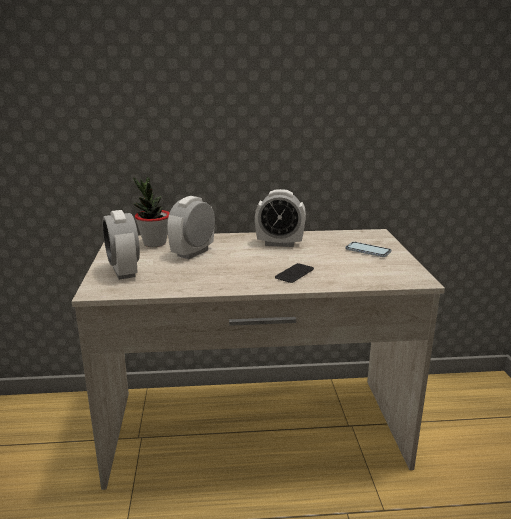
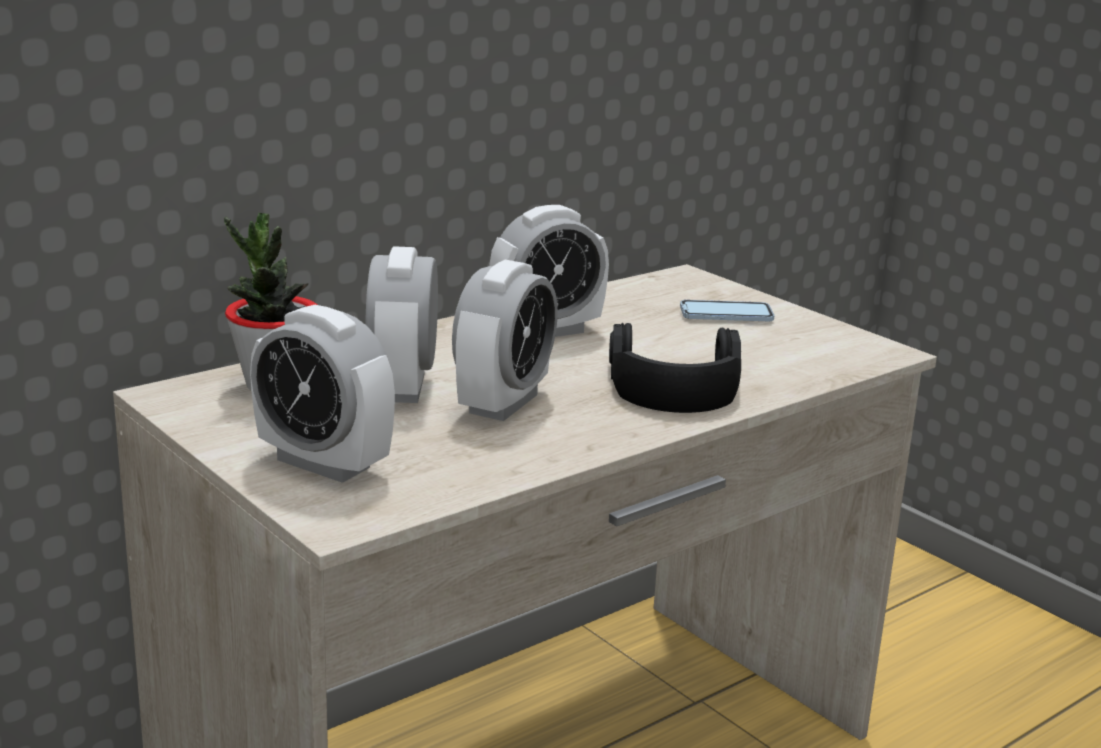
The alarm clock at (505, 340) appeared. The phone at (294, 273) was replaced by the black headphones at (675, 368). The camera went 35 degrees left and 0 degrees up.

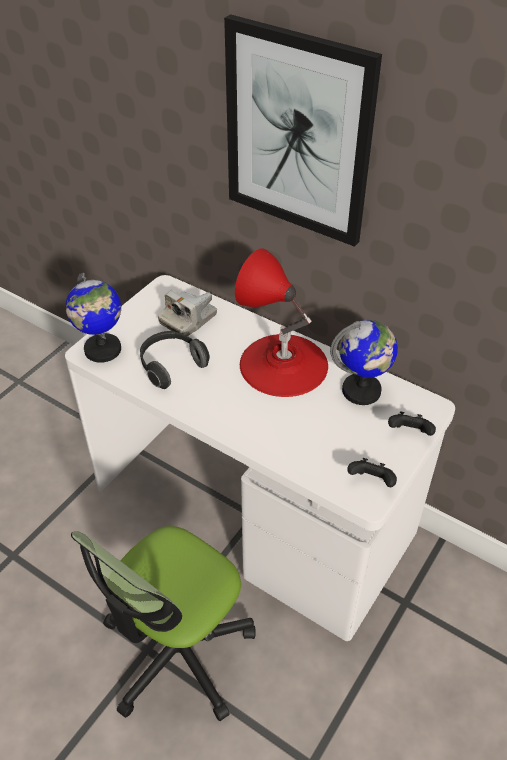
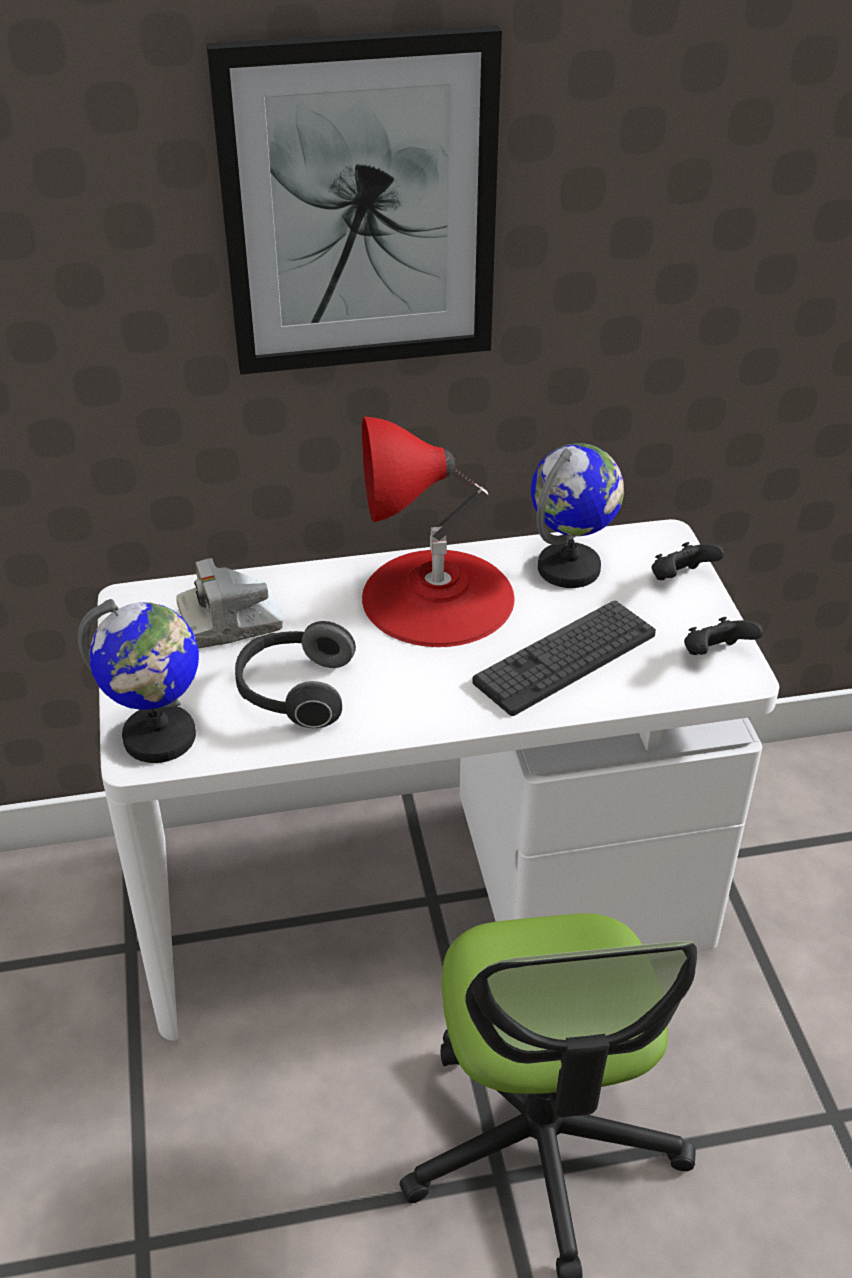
The keyboard at (564, 658) appeared. The photo camera at (187, 313) turned 75 degrees clockwise. The camera went 45 degrees left and 5 degrees down.

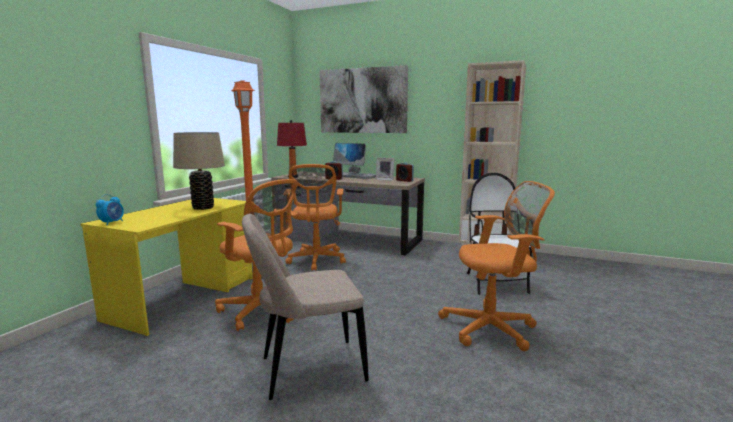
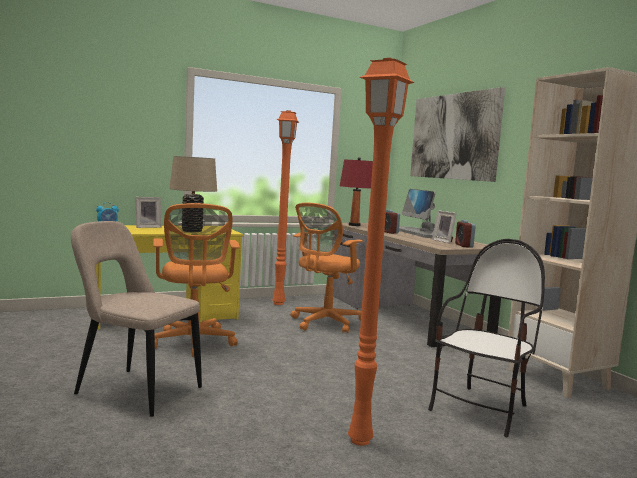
The picture frame at (148, 212) appeared. The orange office chair at (496, 266) was replaced by the orange floor lamp at (381, 252). The camera went 40 degrees right and 5 degrees down.

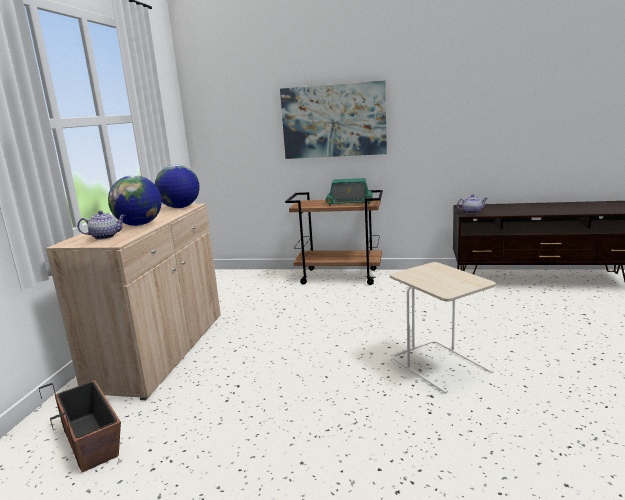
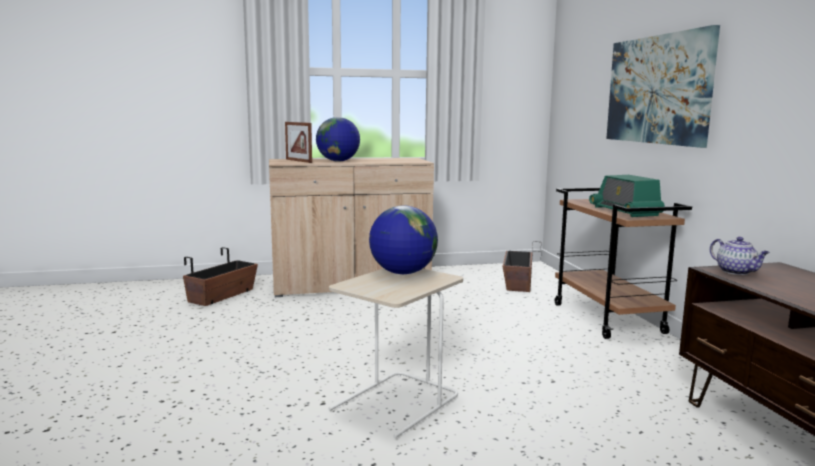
The planter at (522, 266) appeared. The globe moved from (177, 186) to (403, 239). The teapot at (101, 225) was replaced by the picture frame at (298, 142). The camera went 65 degrees right and 5 degrees down.

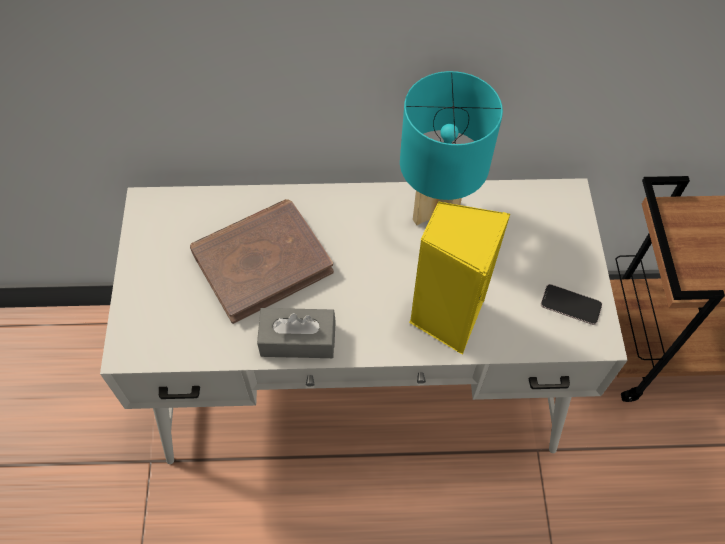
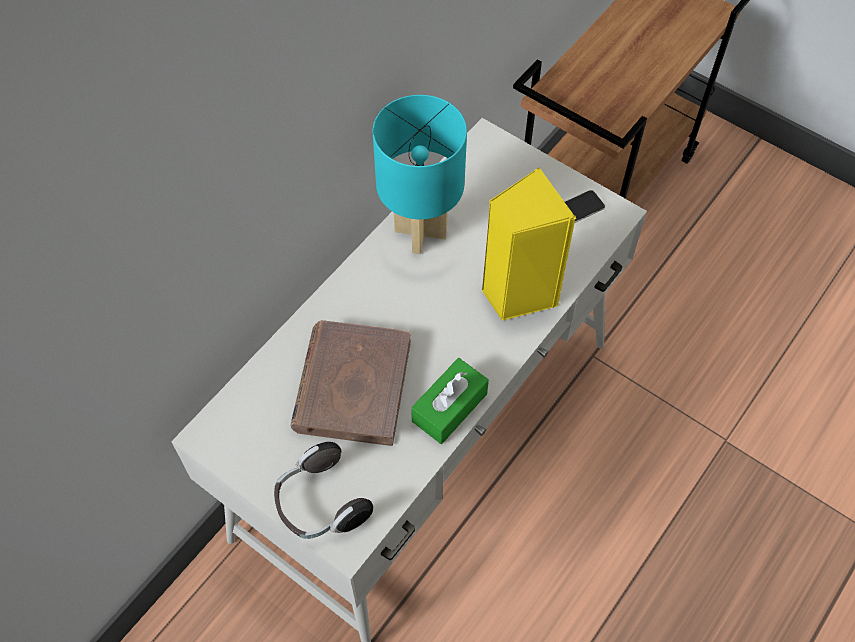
The headphones at (323, 490) appeared. The grey tissue box at (296, 333) became the green tissue box at (450, 401). The camera went 50 degrees left and 0 degrees up.

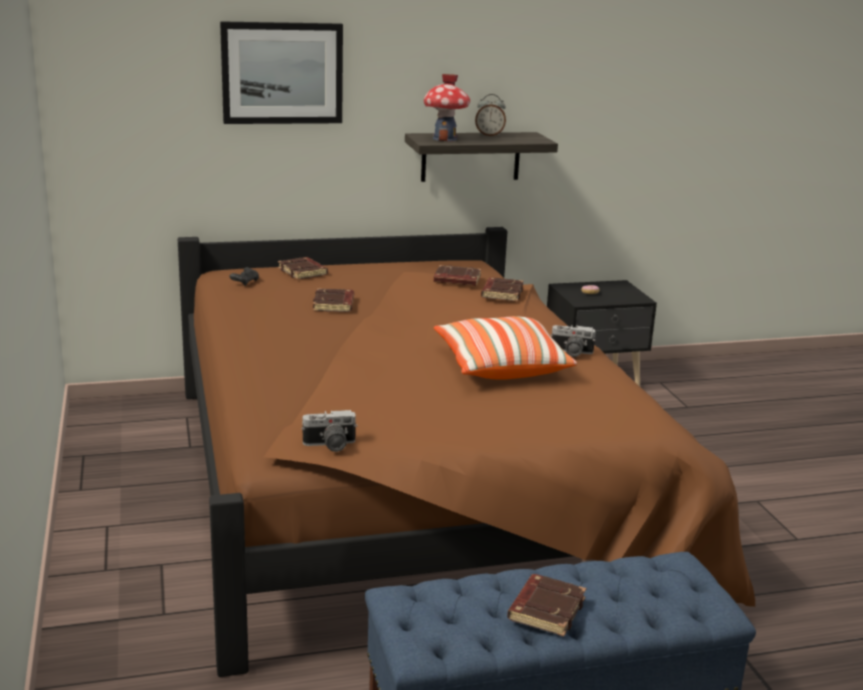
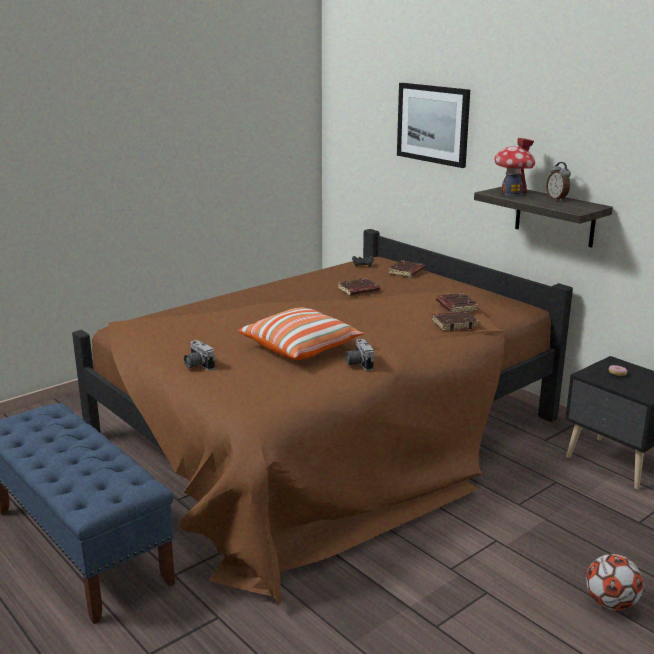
The brown book at (546, 605) disappeared. The football at (614, 582) appeared. The photo camera moved from (329, 431) to (199, 355). The camera went 65 degrees right and 0 degrees up.

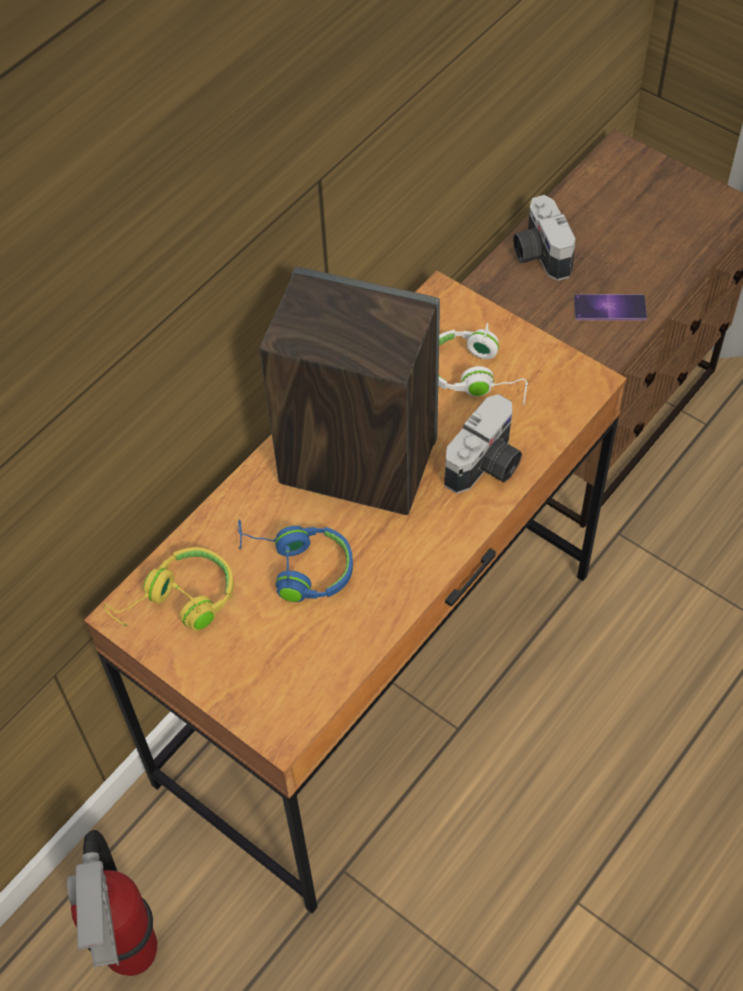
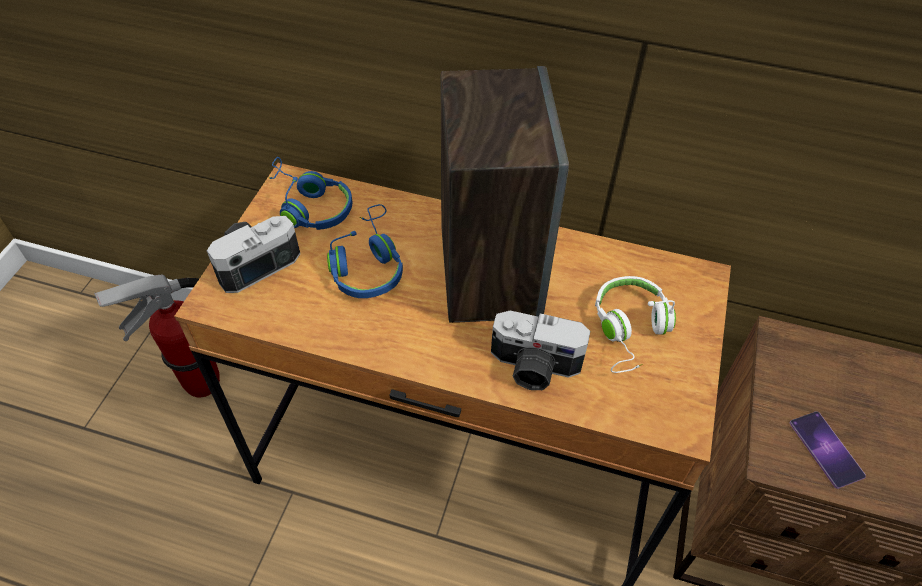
The photo camera moved from (544, 238) to (253, 254). The yellow headphones at (168, 589) became the blue headphones at (310, 193). The camera went 65 degrees right and 5 degrees down.

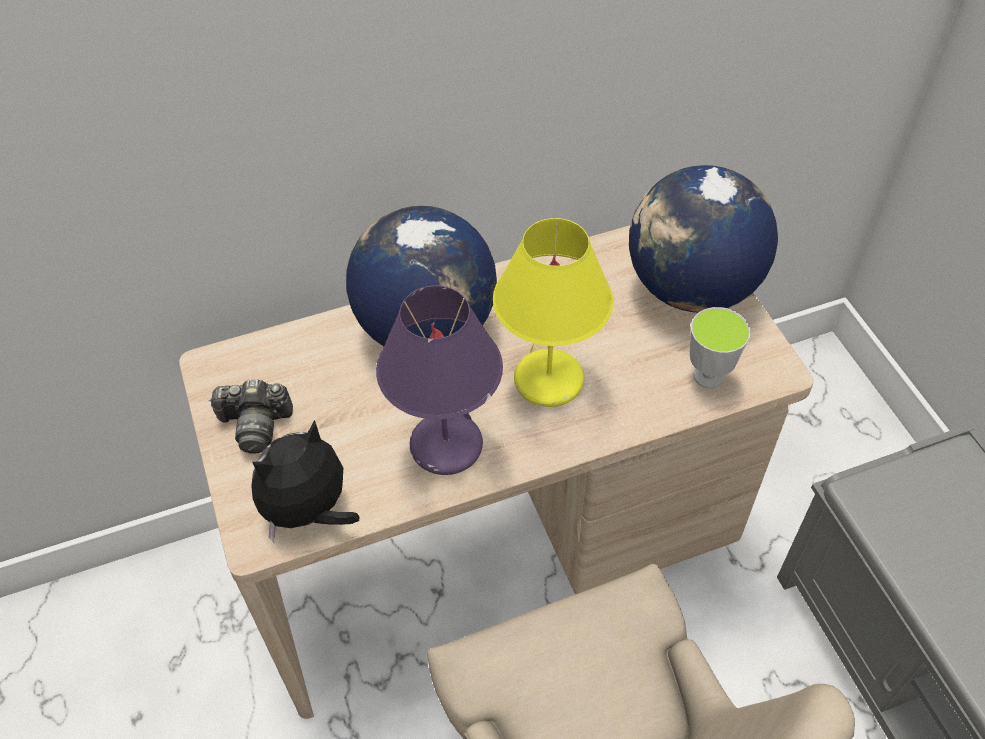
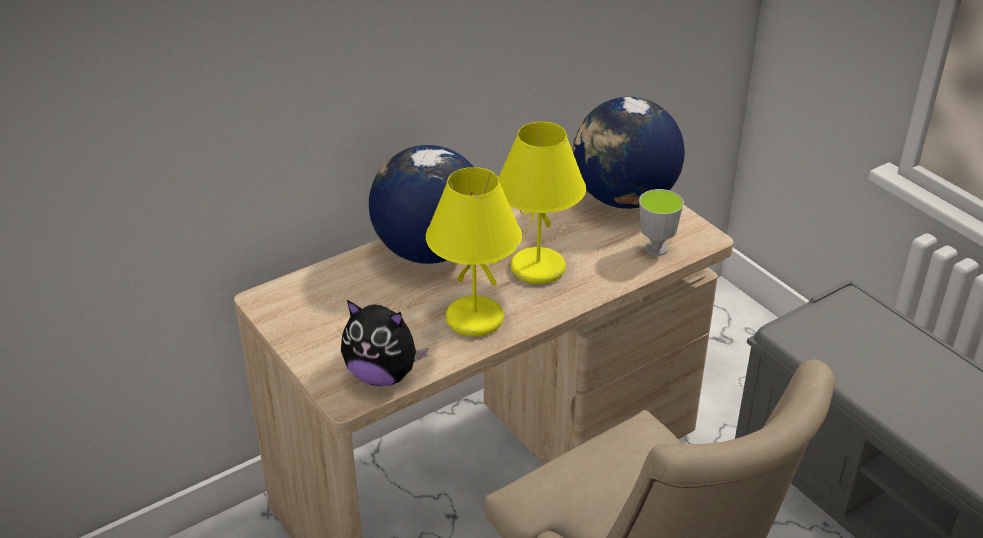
The photo camera at (250, 416) disappeared. The purple table lamp at (439, 380) became the yellow table lamp at (474, 251). The plush toy at (305, 481) turned 105 degrees counterclockwise. The camera went 15 degrees left and 15 degrees down.

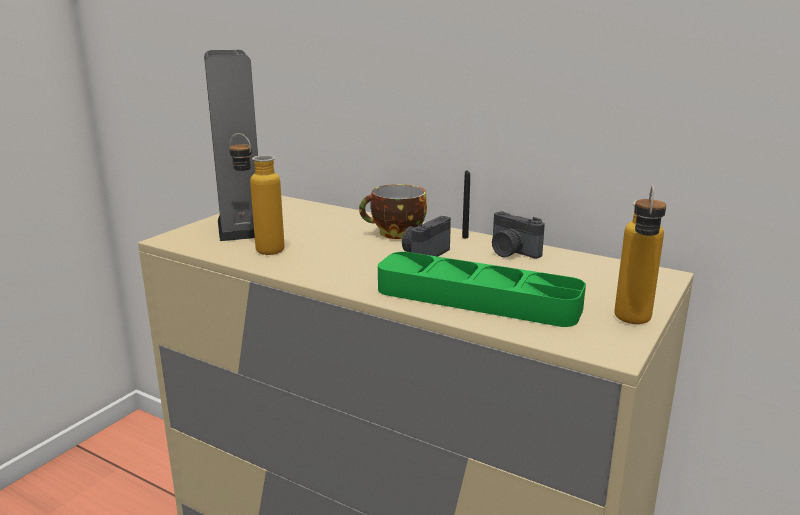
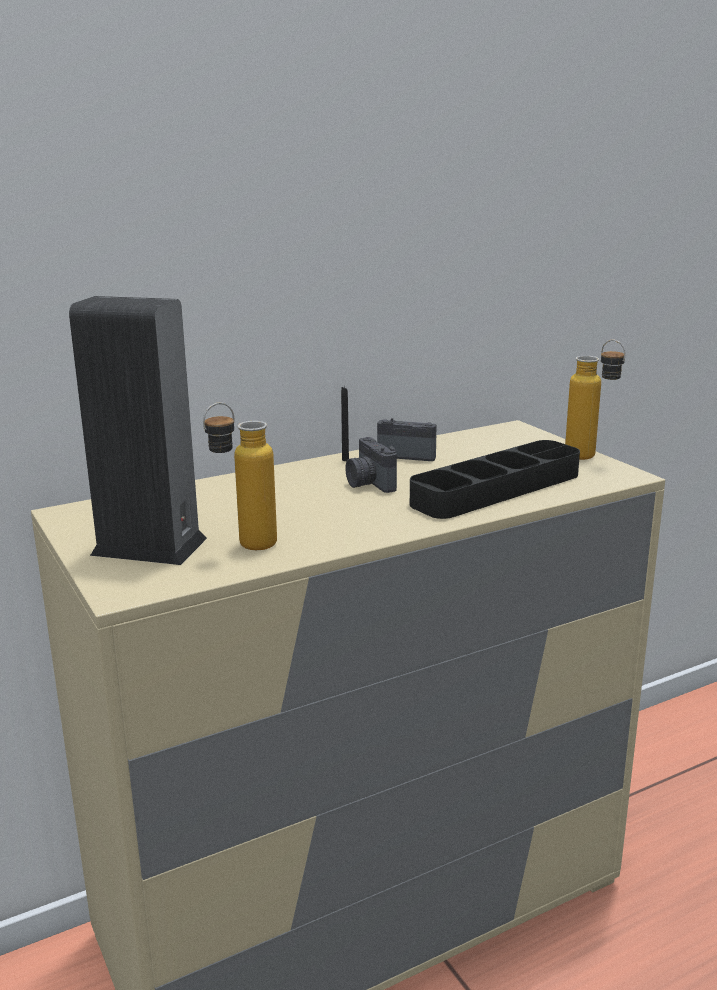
The cup at (393, 211) disappeared. The green tray at (482, 289) became the black tray at (495, 479). The photo camera at (518, 234) turned 150 degrees counterclockwise. The camera went 60 degrees left and 0 degrees up.

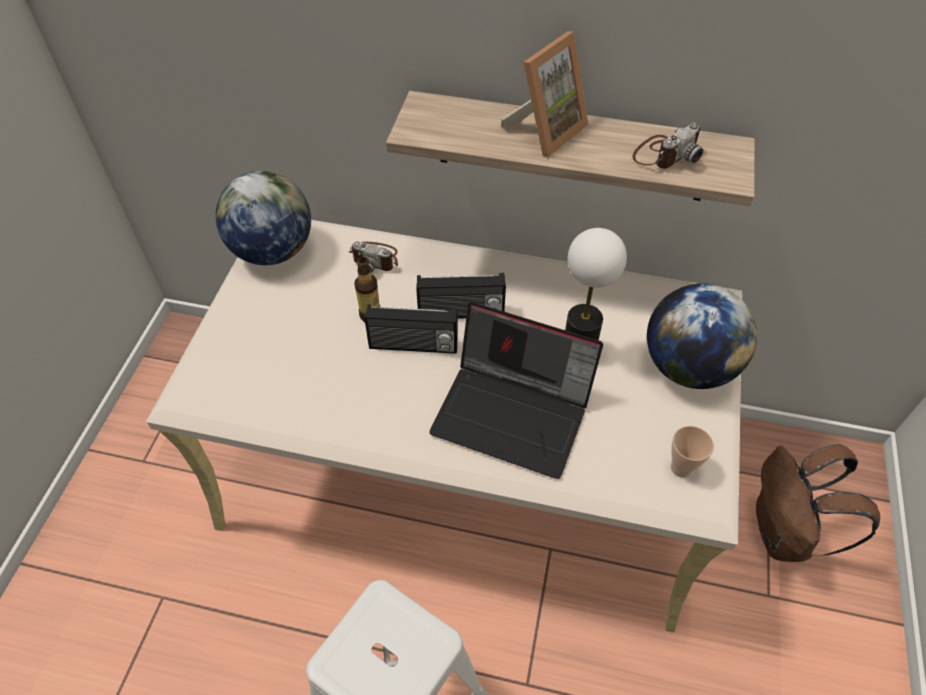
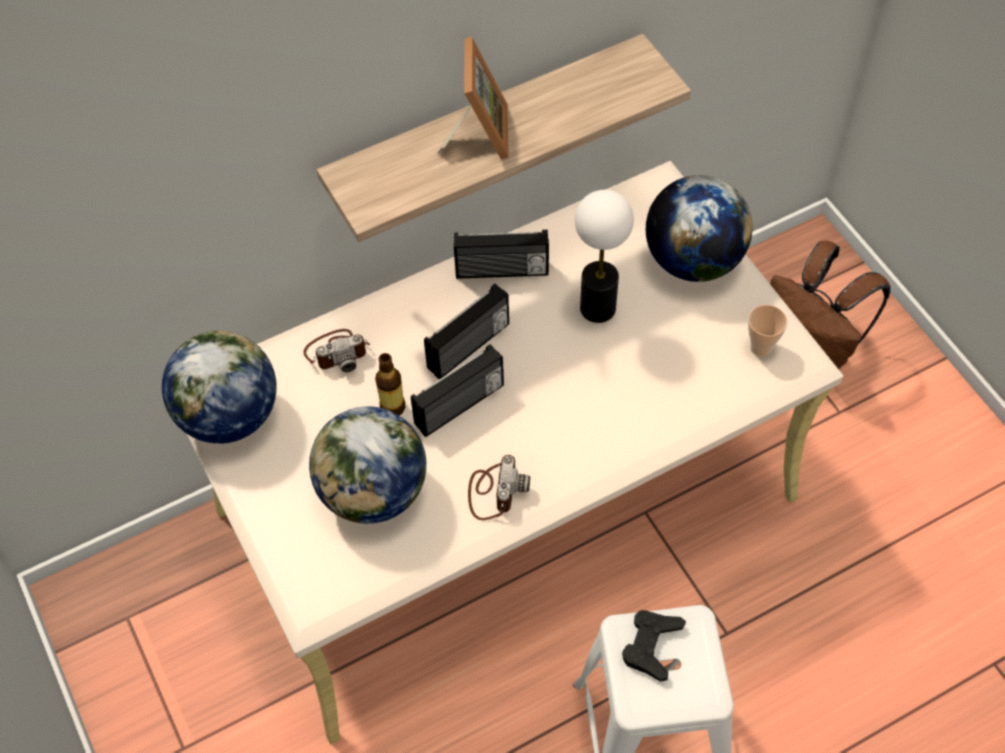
The laptop at (516, 390) disappeared. The globe at (367, 465) appeared. The radio at (501, 254) appeared. The black game controller at (654, 646) appeared. The photo camera moved from (668, 146) to (499, 487). The camera went 40 degrees left and 5 degrees up.

